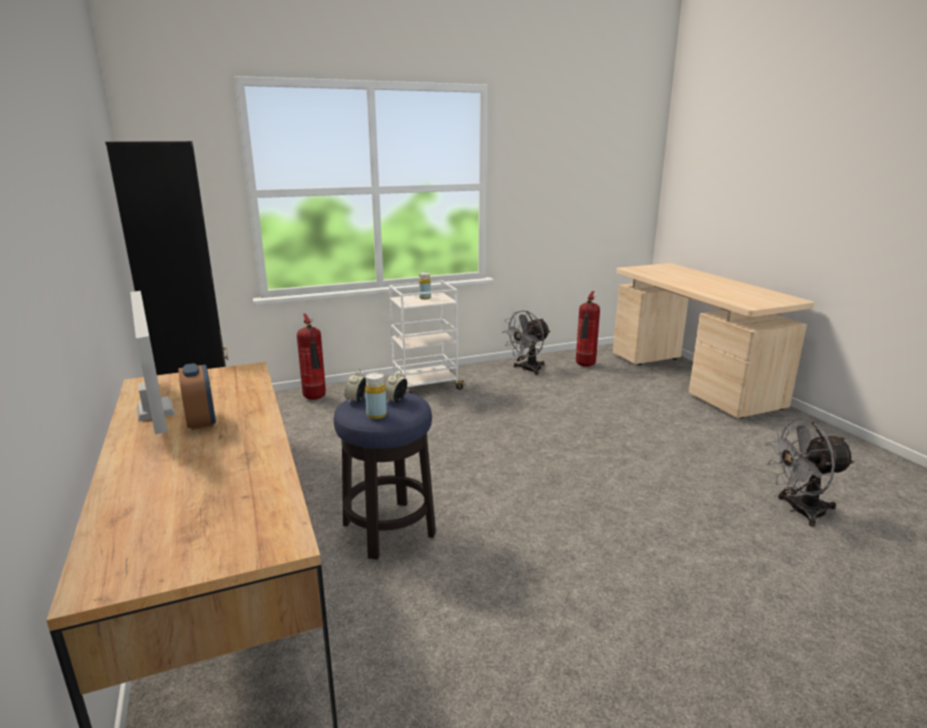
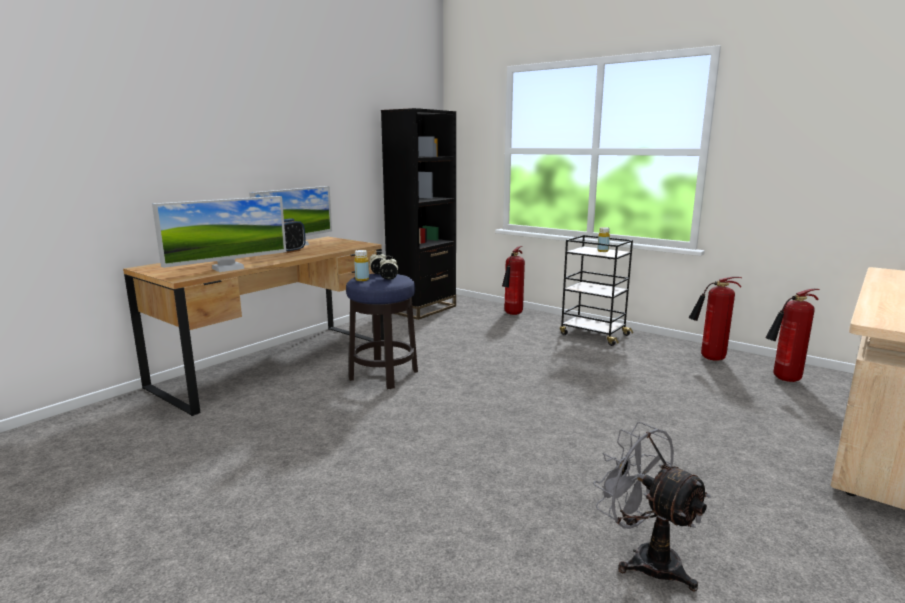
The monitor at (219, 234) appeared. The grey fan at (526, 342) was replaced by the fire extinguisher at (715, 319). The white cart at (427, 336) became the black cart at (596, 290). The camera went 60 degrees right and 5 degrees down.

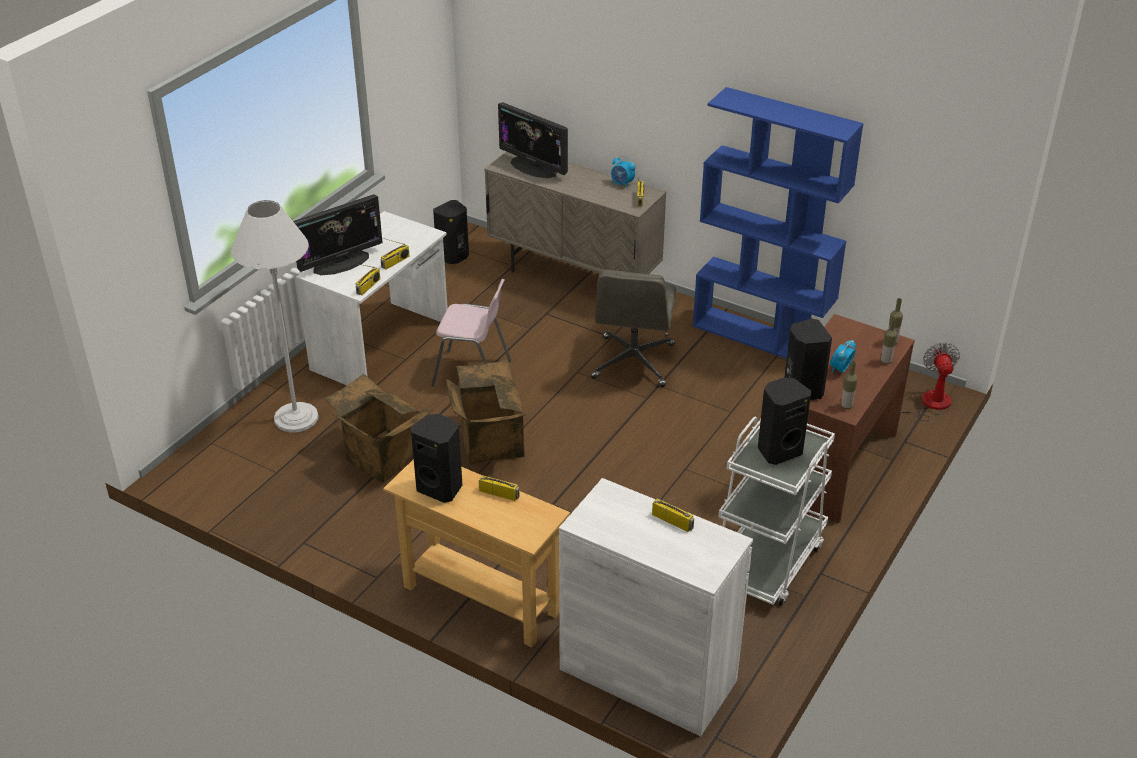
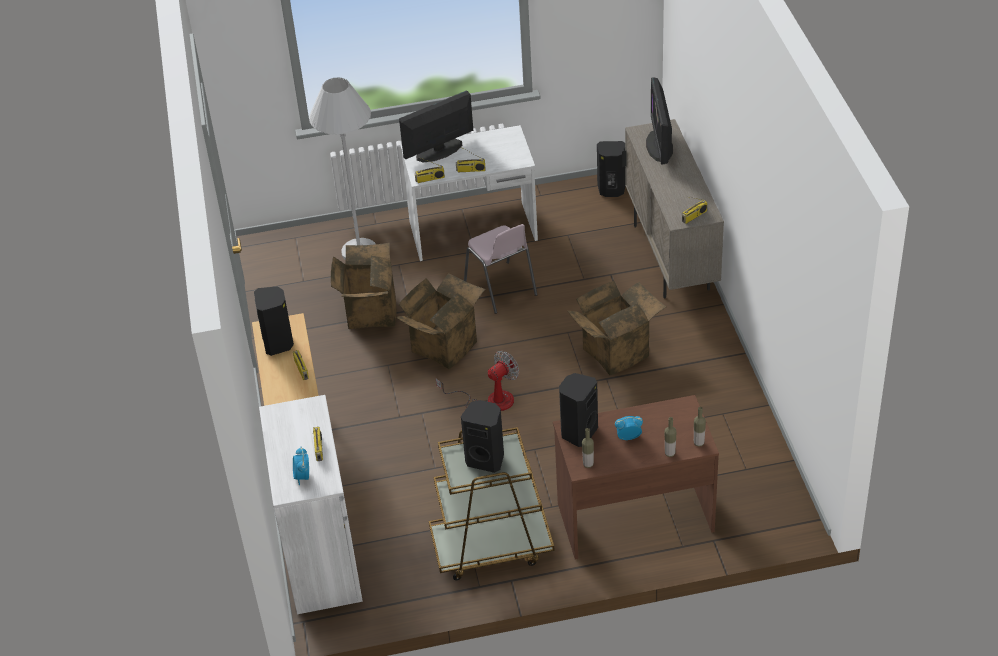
The blue bookcase at (778, 223) disappeared. The alarm clock moved from (623, 172) to (301, 466). The fan moved from (930, 381) to (477, 381). The grey office chair at (633, 328) was replaced by the cardboard box at (616, 328). The white cart at (776, 511) became the brown cart at (492, 503). The monitor at (338, 234) turned 135 degrees clockwise. The camera went 50 degrees right and 5 degrees up.

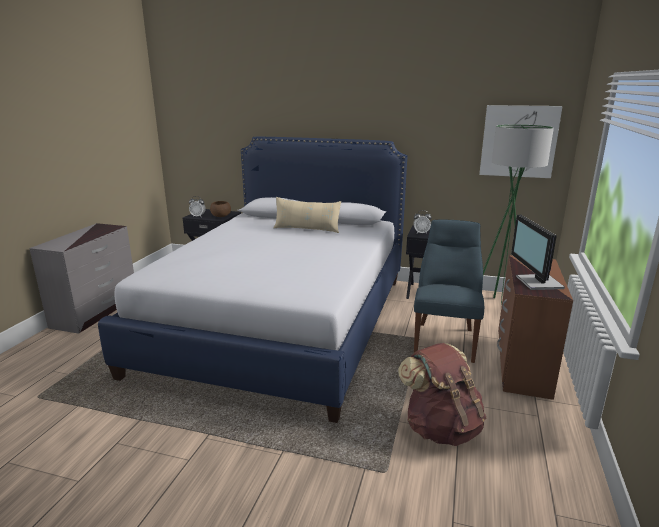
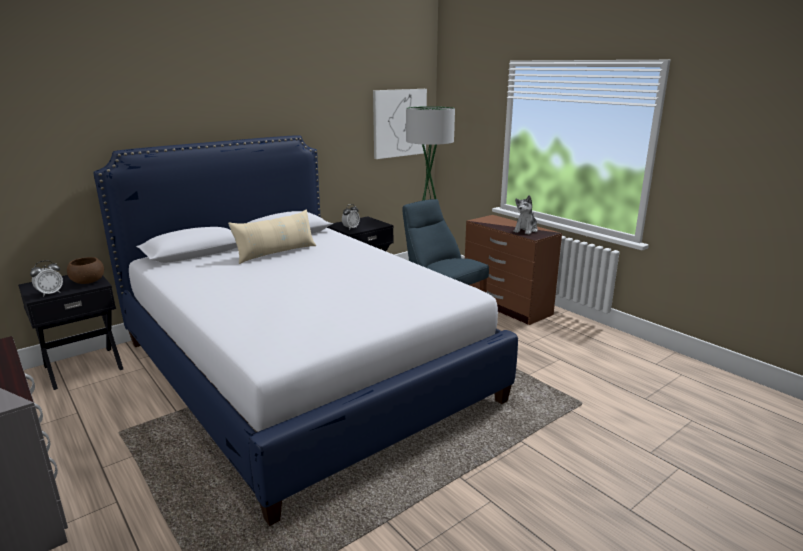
The brown backpack at (442, 394) disappeared. The monitor at (538, 252) was replaced by the plush toy at (526, 214). The camera went 55 degrees left and 0 degrees up.

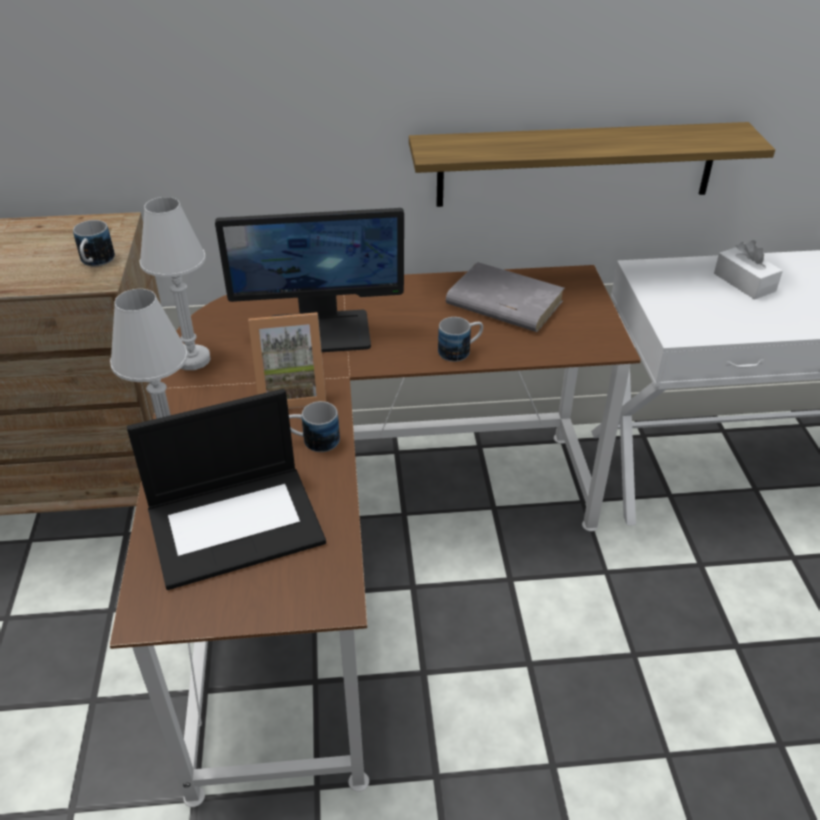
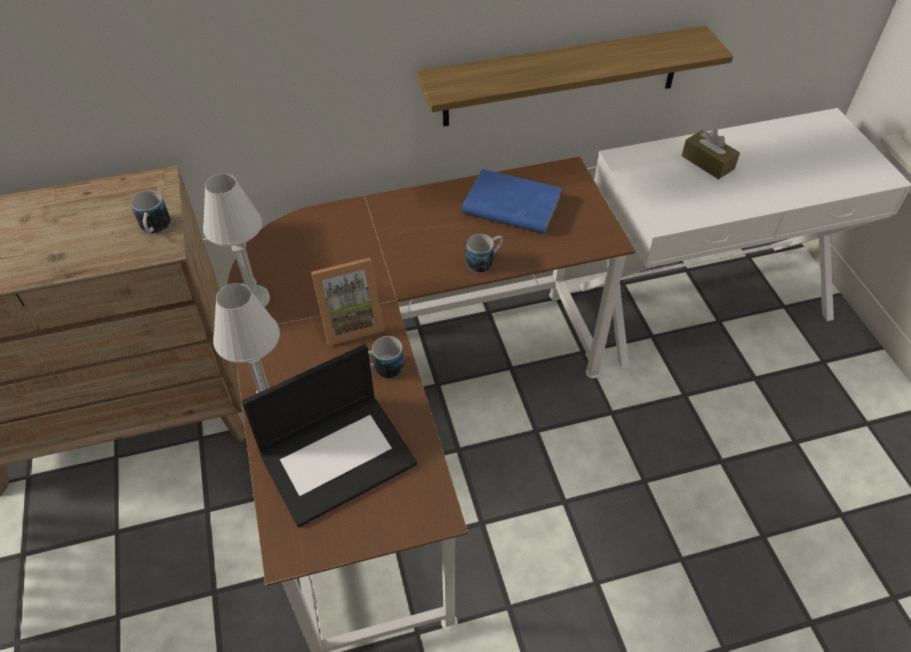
The monitor at (309, 280) disappeared. The grey book at (505, 297) became the blue book at (512, 201). The white tissue box at (748, 270) became the brown tissue box at (711, 154). The camera went 10 degrees left and 10 degrees up.

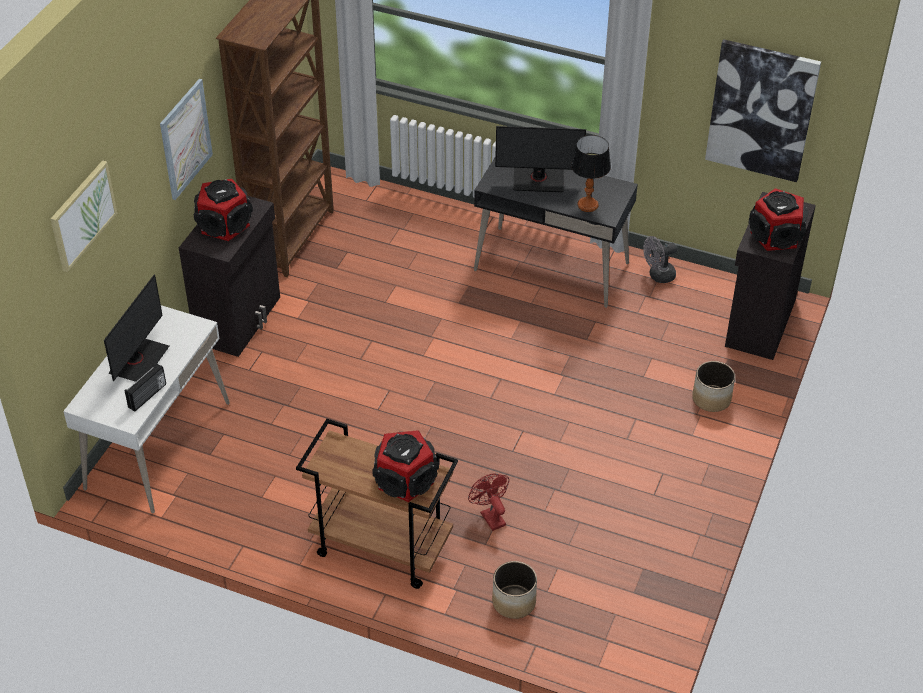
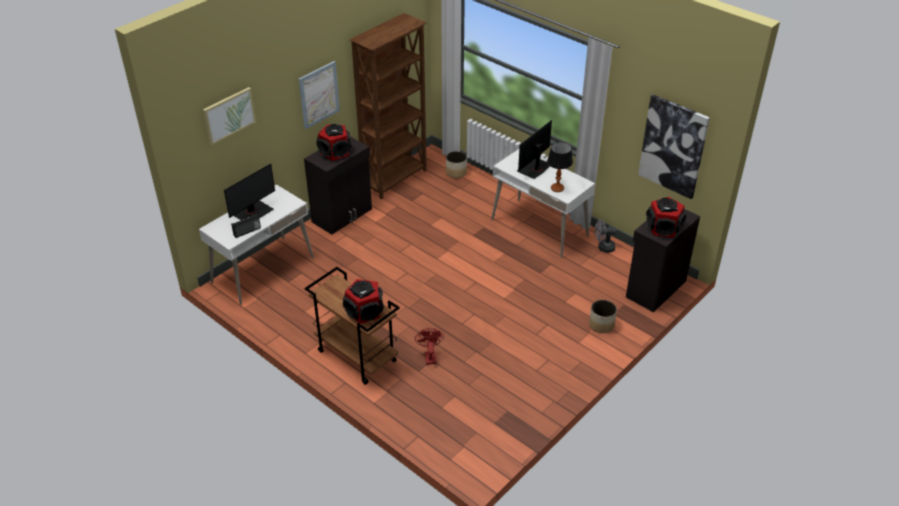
The planter moved from (514, 590) to (456, 164). The black desk at (556, 232) became the white desk at (543, 203). The monitor at (540, 159) turned 105 degrees clockwise. The camera went 20 degrees right and 5 degrees down.

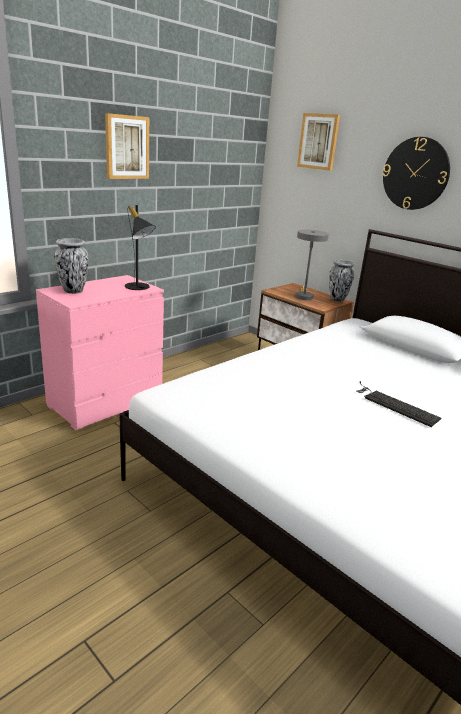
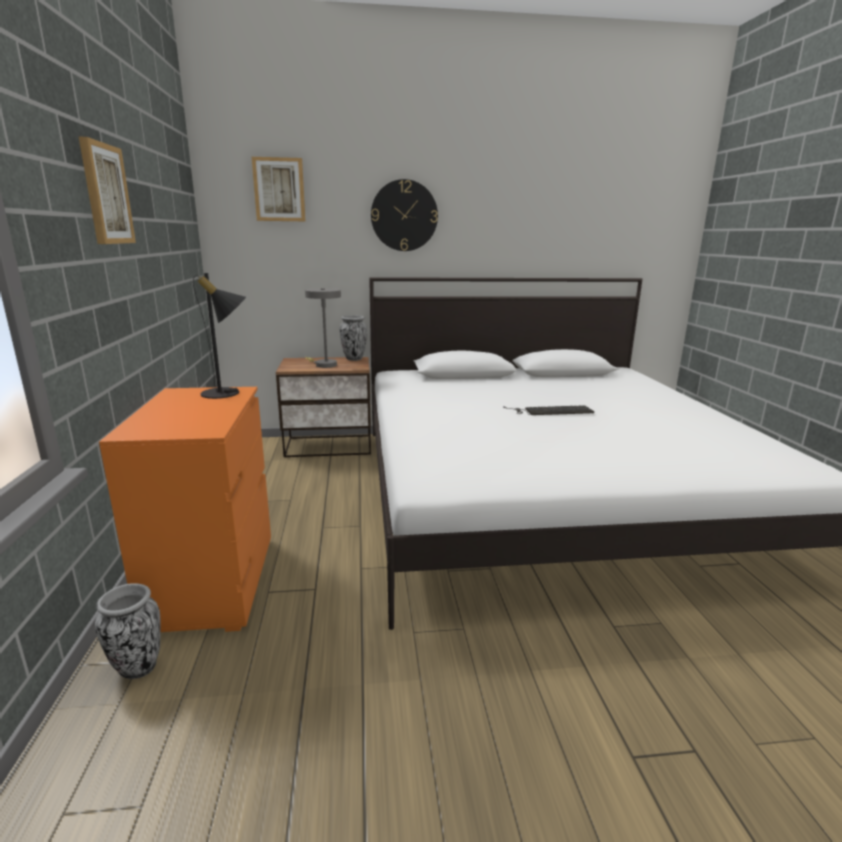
The vase moved from (71, 266) to (128, 631). The pink dresser at (100, 352) became the orange dresser at (185, 509). The camera went 50 degrees left and 5 degrees down.

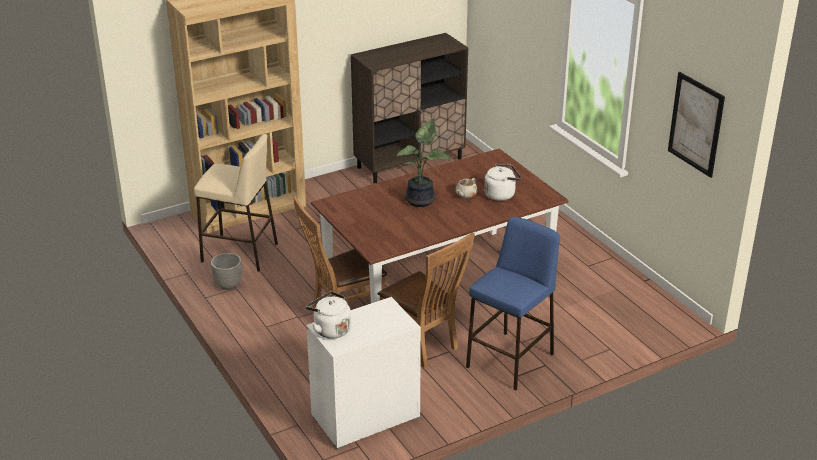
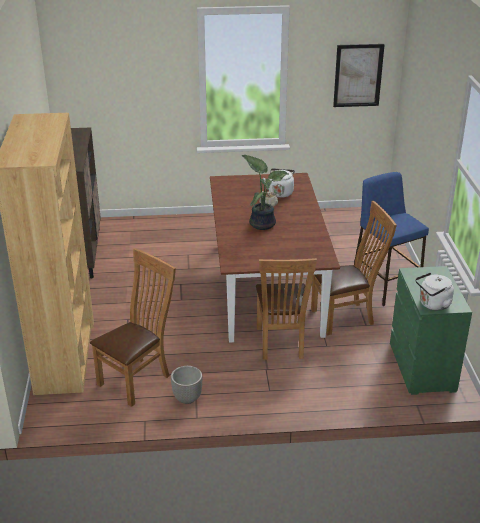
The beige stool at (236, 203) was replaced by the brown chair at (133, 327). The white dresser at (363, 373) became the green dresser at (431, 330). The camera went 65 degrees left and 0 degrees up.

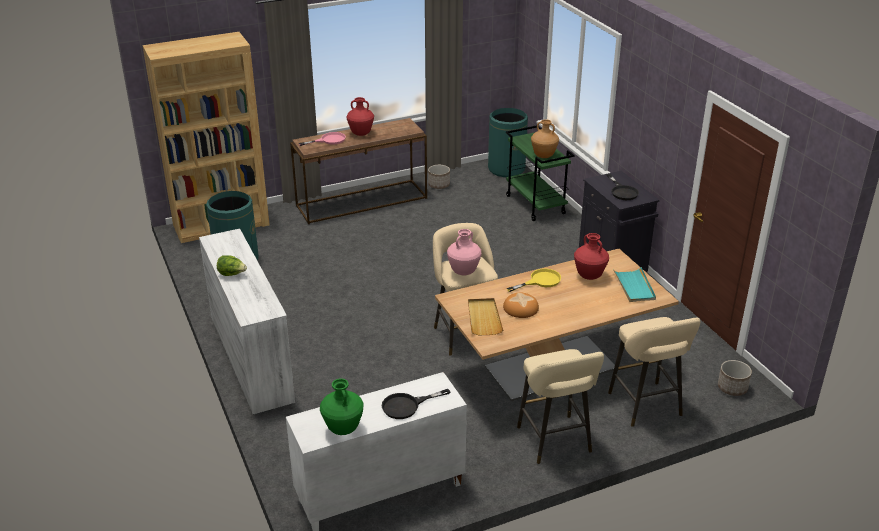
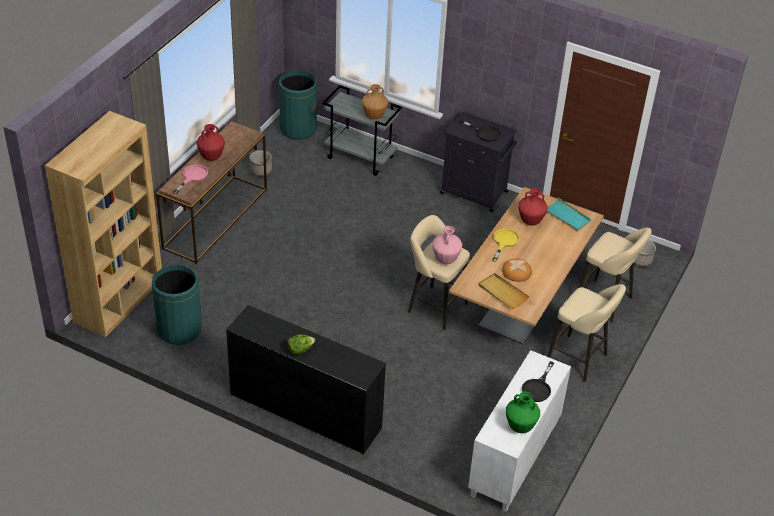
The white dresser at (247, 322) became the black dresser at (306, 380). The green cart at (540, 173) became the grey cart at (362, 130). The camera went 40 degrees left and 10 degrees up.

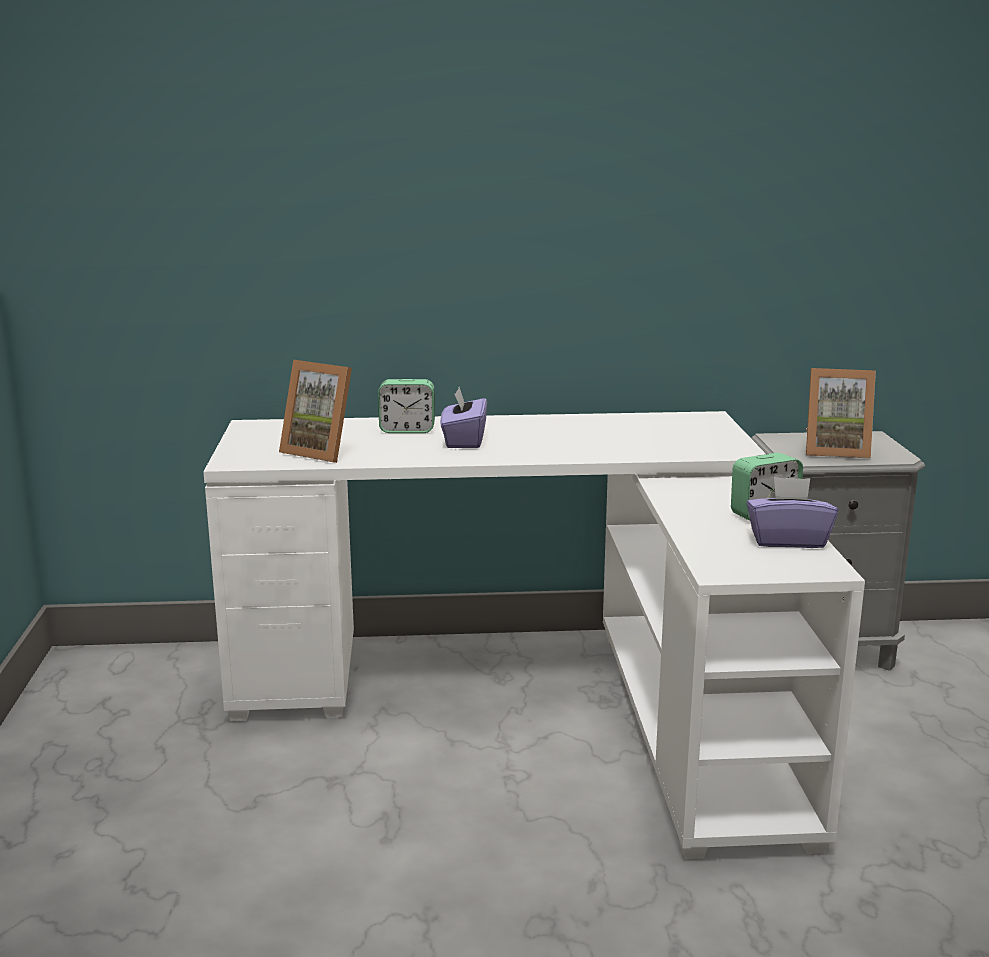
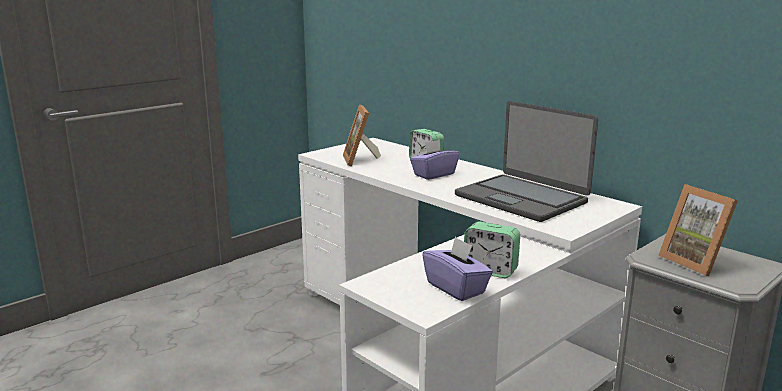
The laptop at (526, 161) appeared. The camera went 50 degrees right and 0 degrees up.

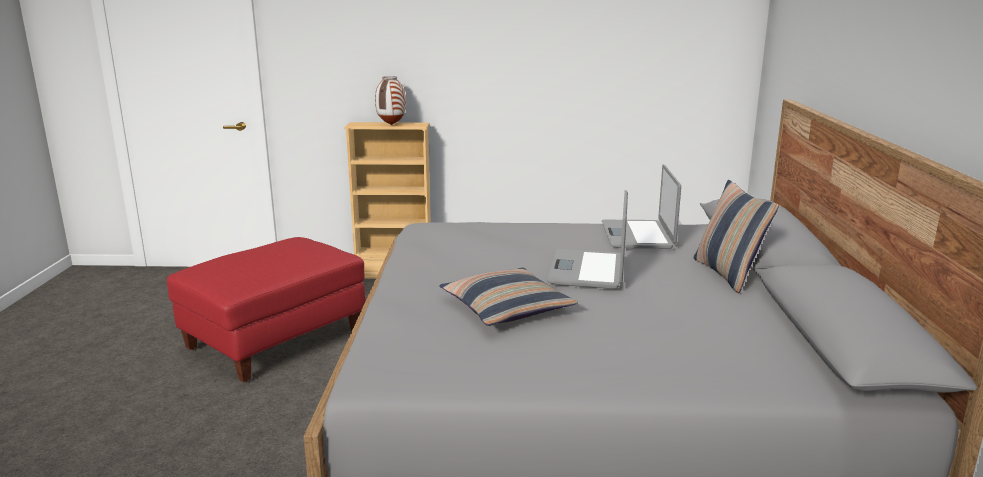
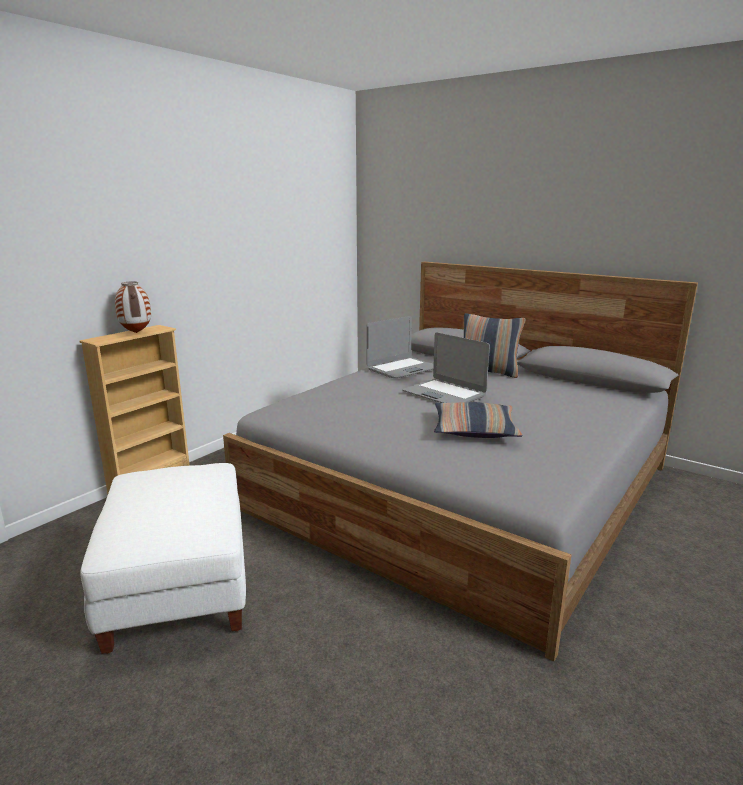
The red ottoman at (266, 309) became the white ottoman at (163, 558). The laptop at (641, 207) turned 75 degrees counterclockwise. The camera went 55 degrees left and 0 degrees up.

